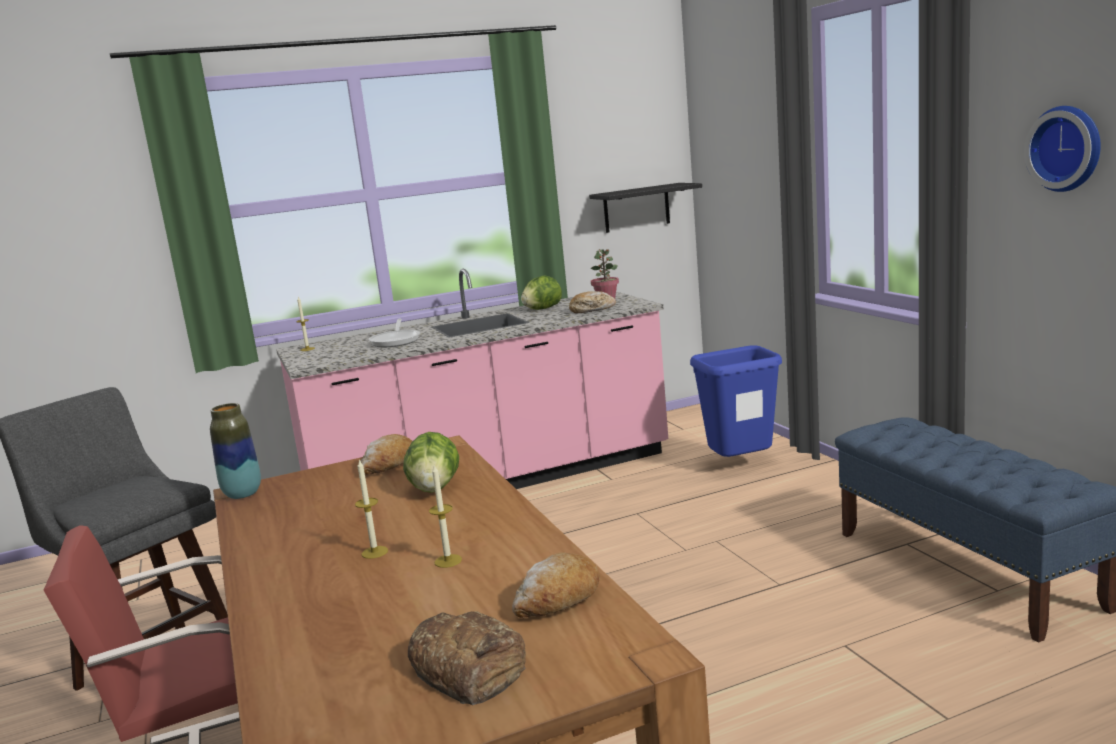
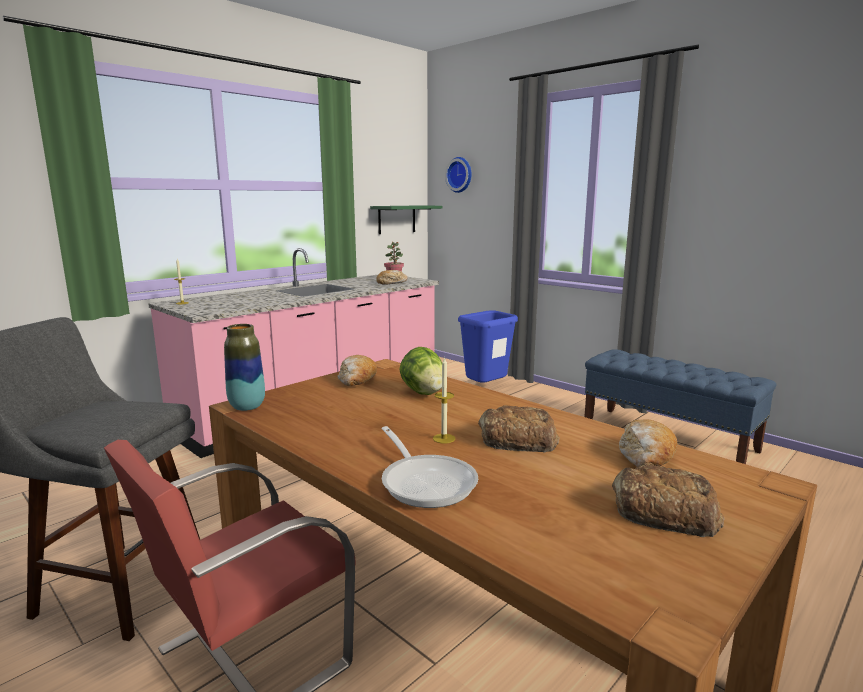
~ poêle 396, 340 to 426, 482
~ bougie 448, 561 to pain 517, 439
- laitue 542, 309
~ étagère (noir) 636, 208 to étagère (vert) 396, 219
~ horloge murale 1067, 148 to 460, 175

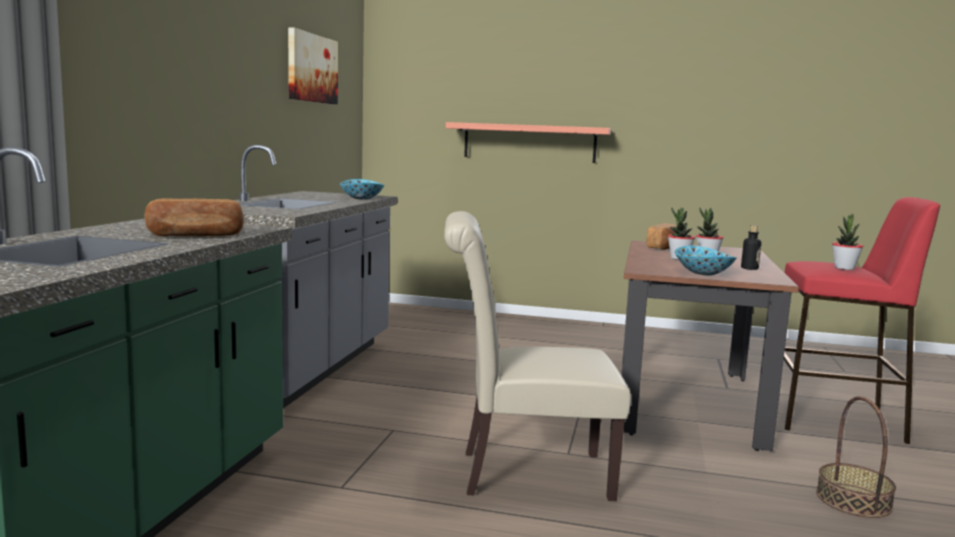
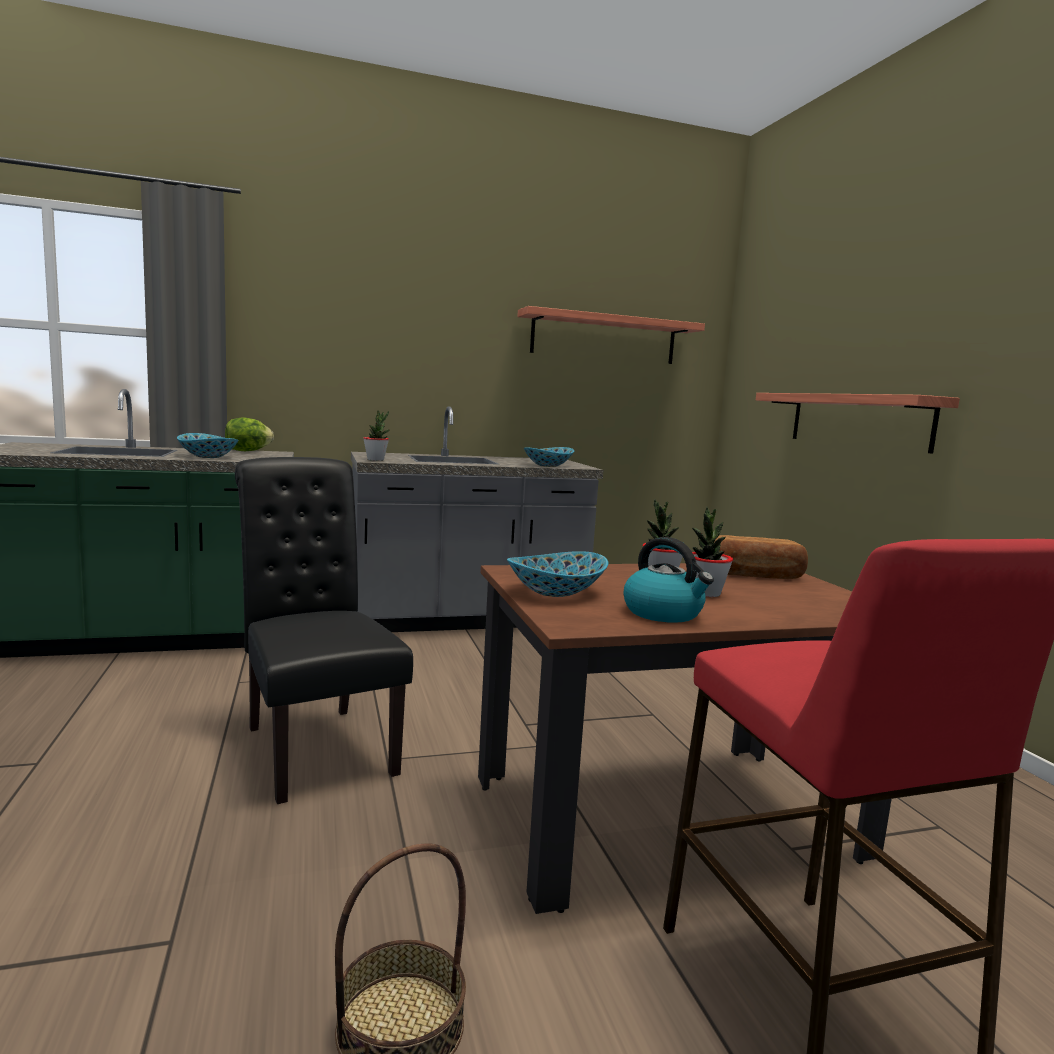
~ pain 196, 235 to bol 208, 456
~ tableau 311, 68 to étagère 604, 338
~ chaise (beige) 524, 473 to chaise (noir) 315, 745
~ bouteille 749, 268 to bouilloire 664, 613
~ plante en pot 844, 268 to 375, 460
+ laitue 247, 451

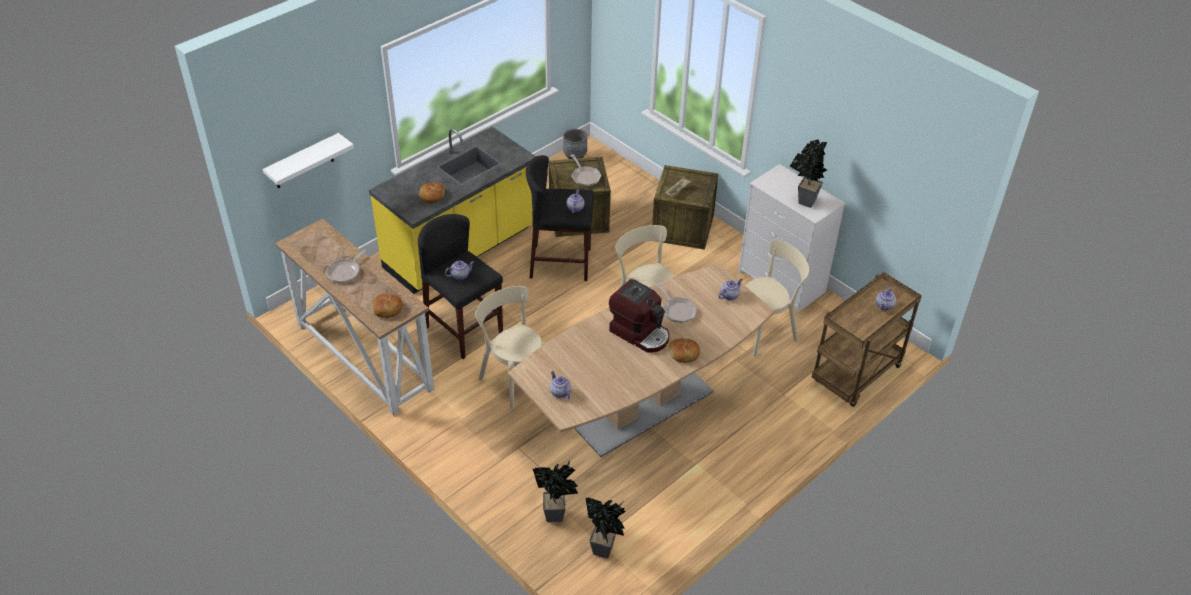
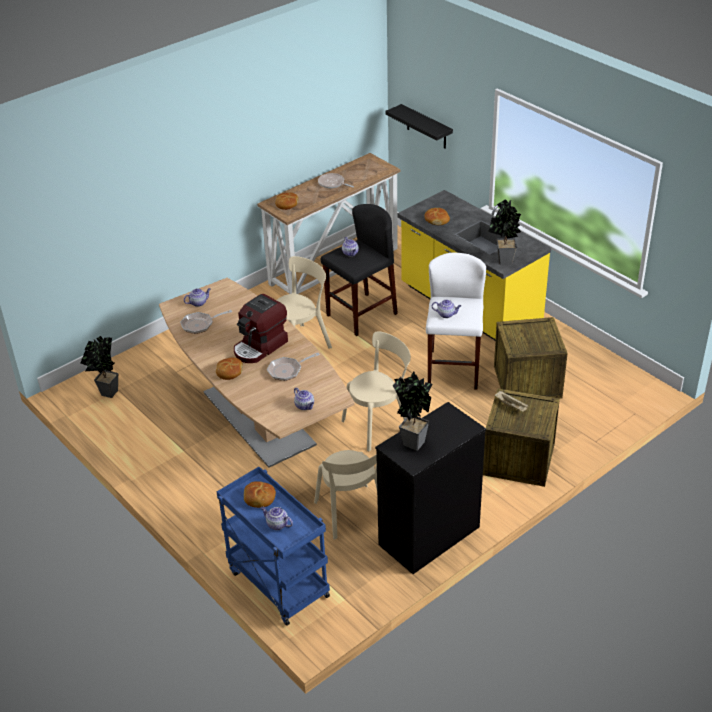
~ étagère (blanc) 303, 162 to étagère (noir) 426, 127
~ tabouret (noir) 560, 263 to tabouret (blanc) 453, 369
~ plante en pot 557, 517 to 504, 262
- cache-pot (gris) 575, 155
~ poêle 585, 177 to 200, 324
~ commode (blanc) 782, 282 to commode (noir) 428, 536
~ chariot (marron) 856, 376 to chariot (bleu) 276, 583
+ pain 259, 498

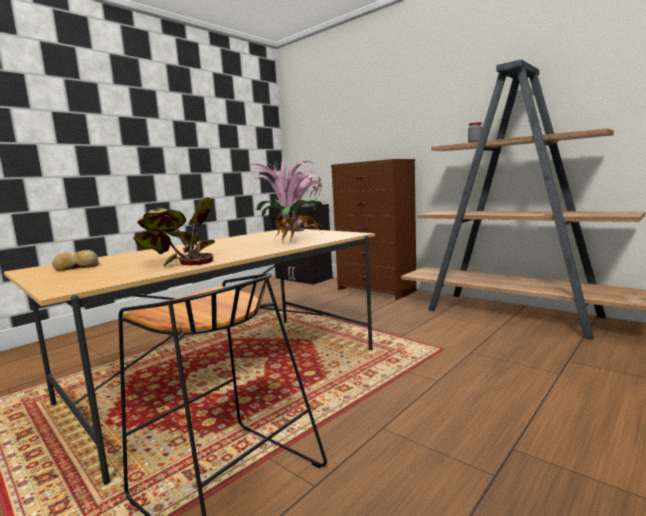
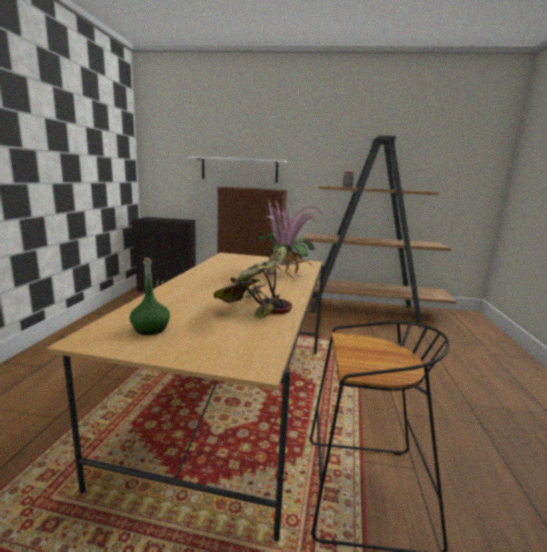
~ pain 76, 267 to bouteille (vert) 151, 329
+ étagère (blanc) 239, 169

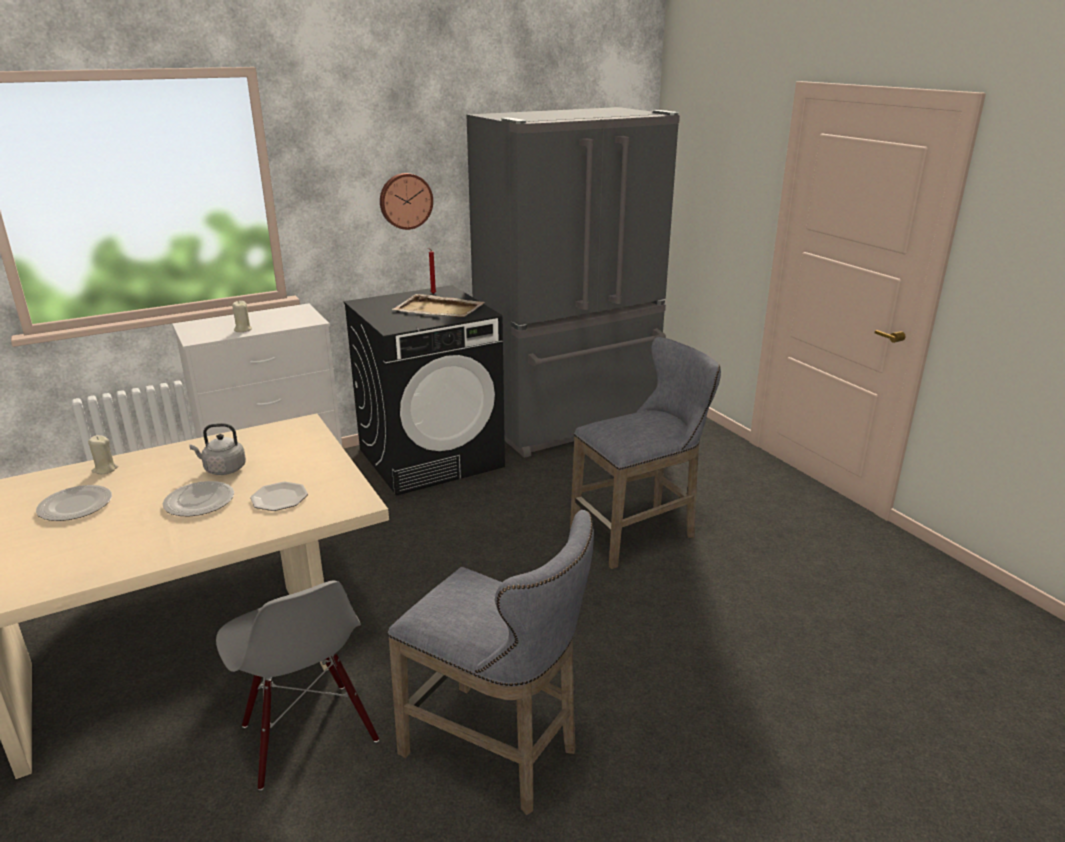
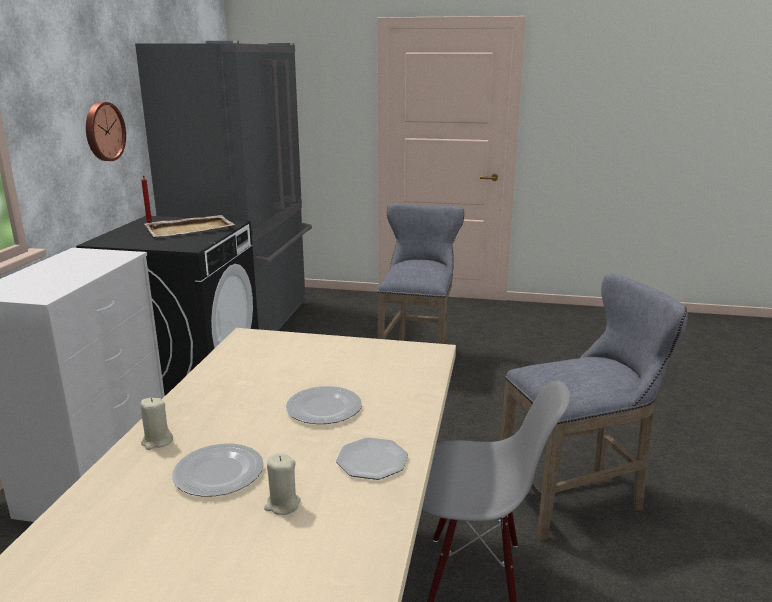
- bouilloire (gris) 223, 469
~ bougie (beige) 243, 329 to 282, 505
~ assiette 280, 498 to 371, 460

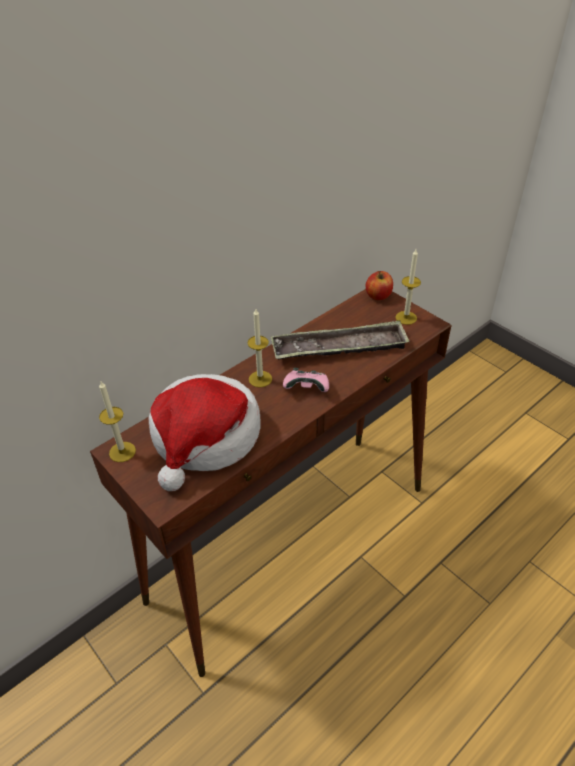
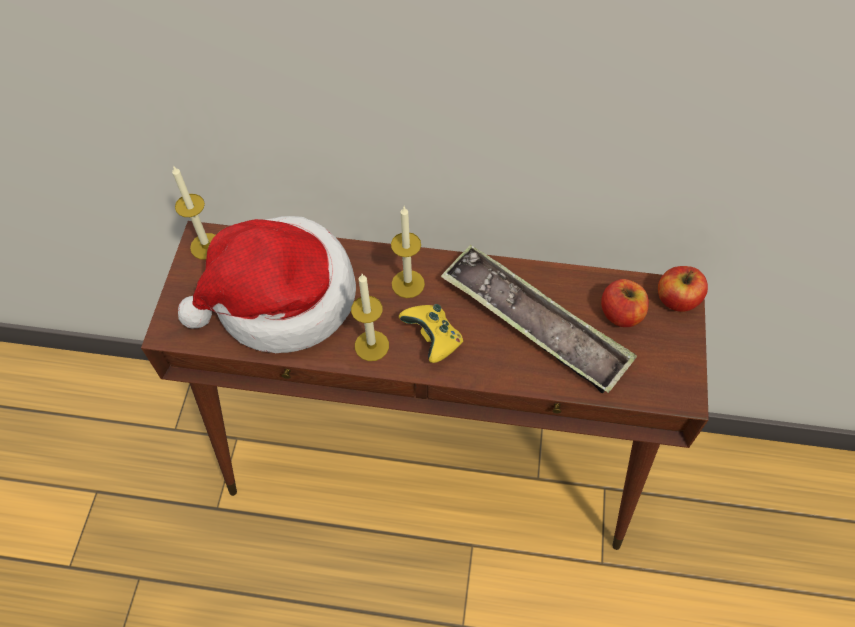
~ manette (rose) 307, 389 to manette (jaune) 433, 339
~ bougie 406, 318 to 371, 345
+ pomme 621, 314

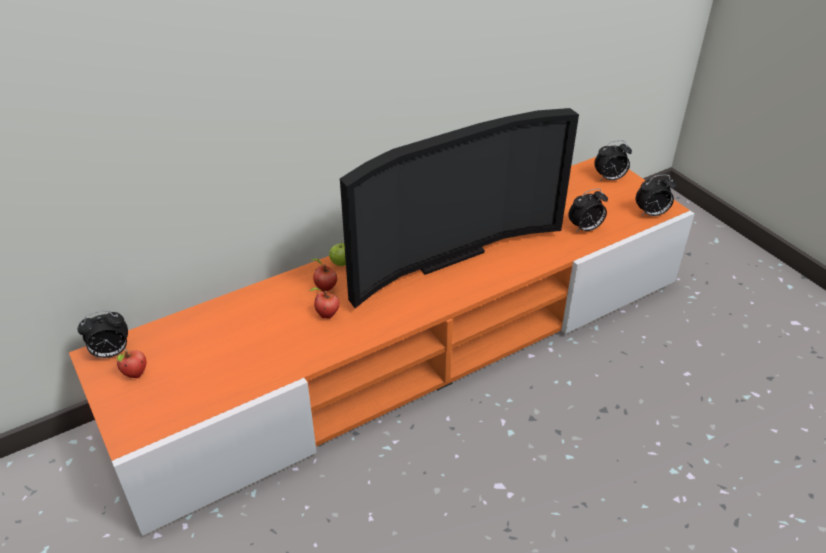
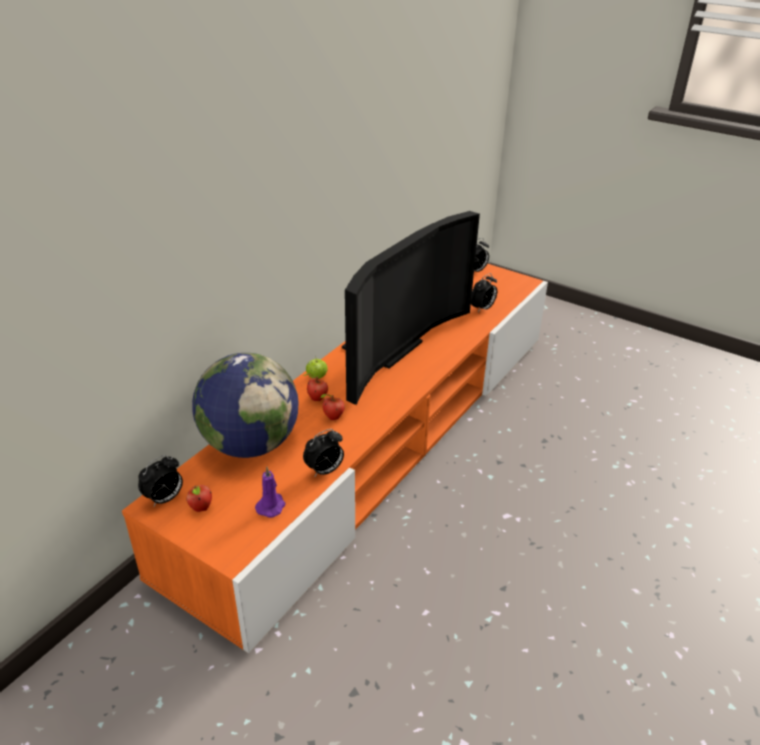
~ réveil 651, 214 to 324, 471
+ globe 250, 444
+ bougie (violet) 271, 506

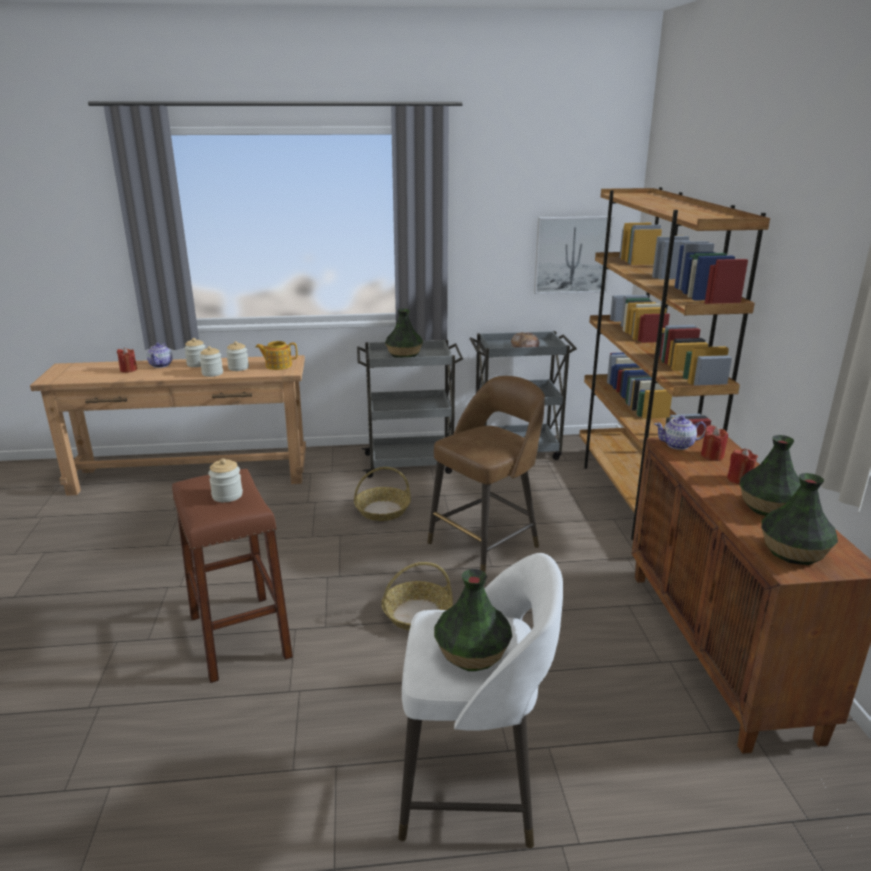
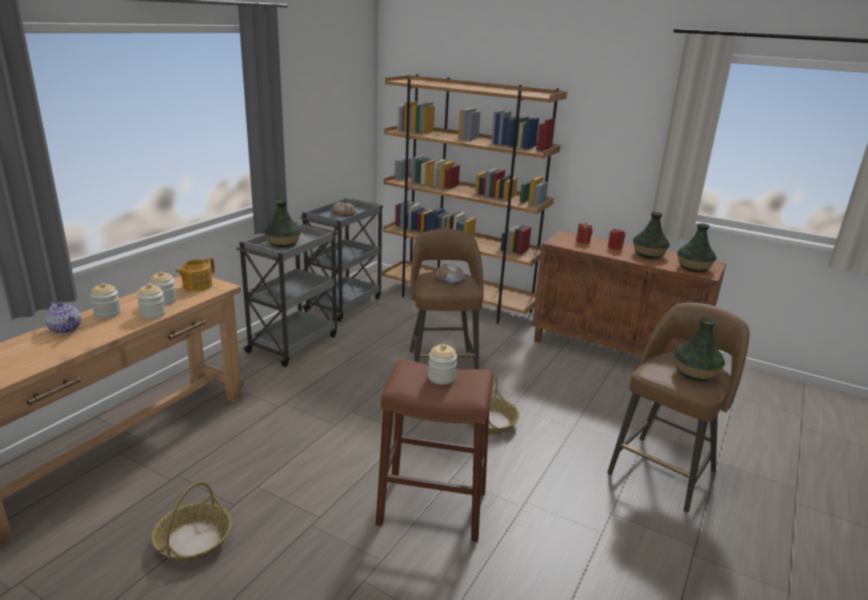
- bougie (rouge) 128, 370
~ panier 382, 510 to 193, 540
~ tabouret (blanc) 473, 789 to tabouret (marron) 663, 470
- tableau 572, 255
- théière 678, 445
+ pain 449, 279

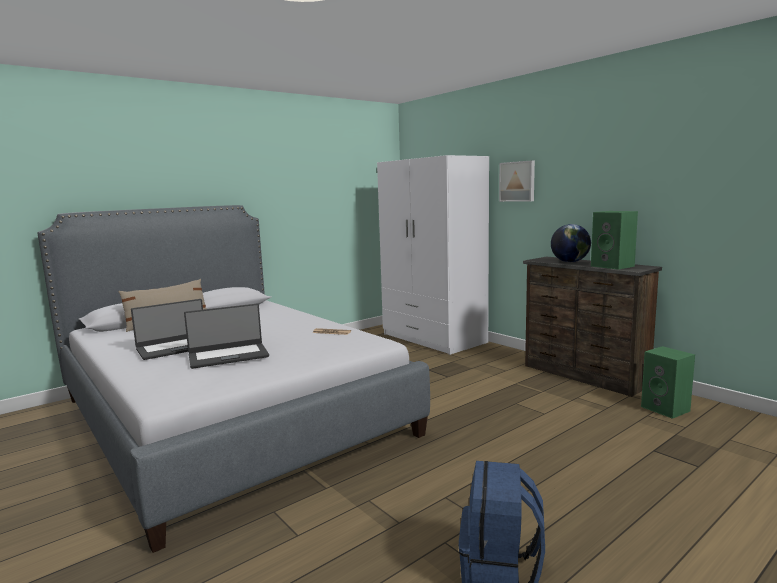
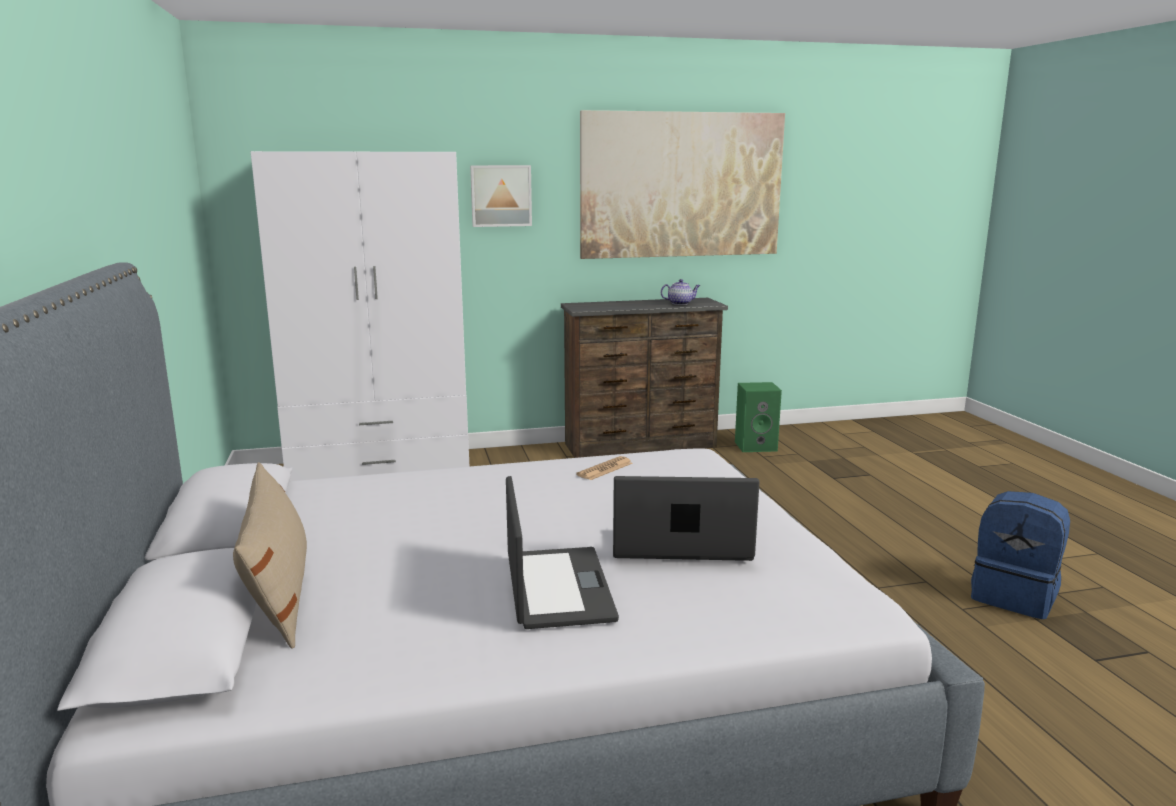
~ ordinateur portable 228, 356 = 680, 544 90 degrees counterclockwise
- globe 569, 262
~ enceinte (vert) 613, 266 to théière 680, 303
+ tableau 682, 185

